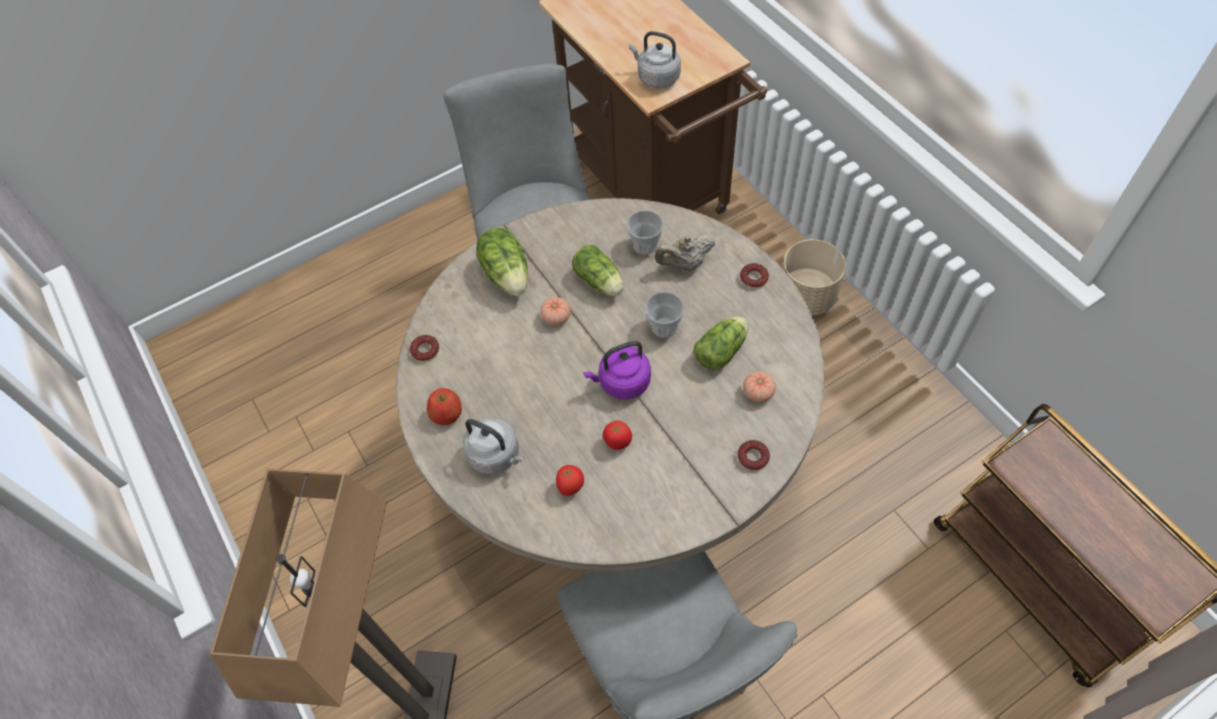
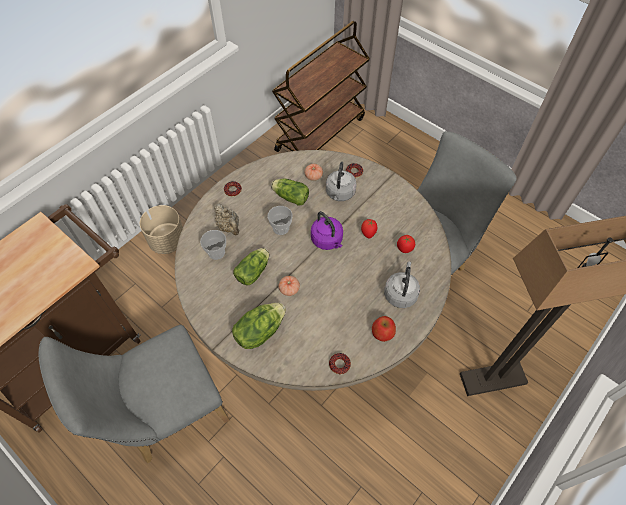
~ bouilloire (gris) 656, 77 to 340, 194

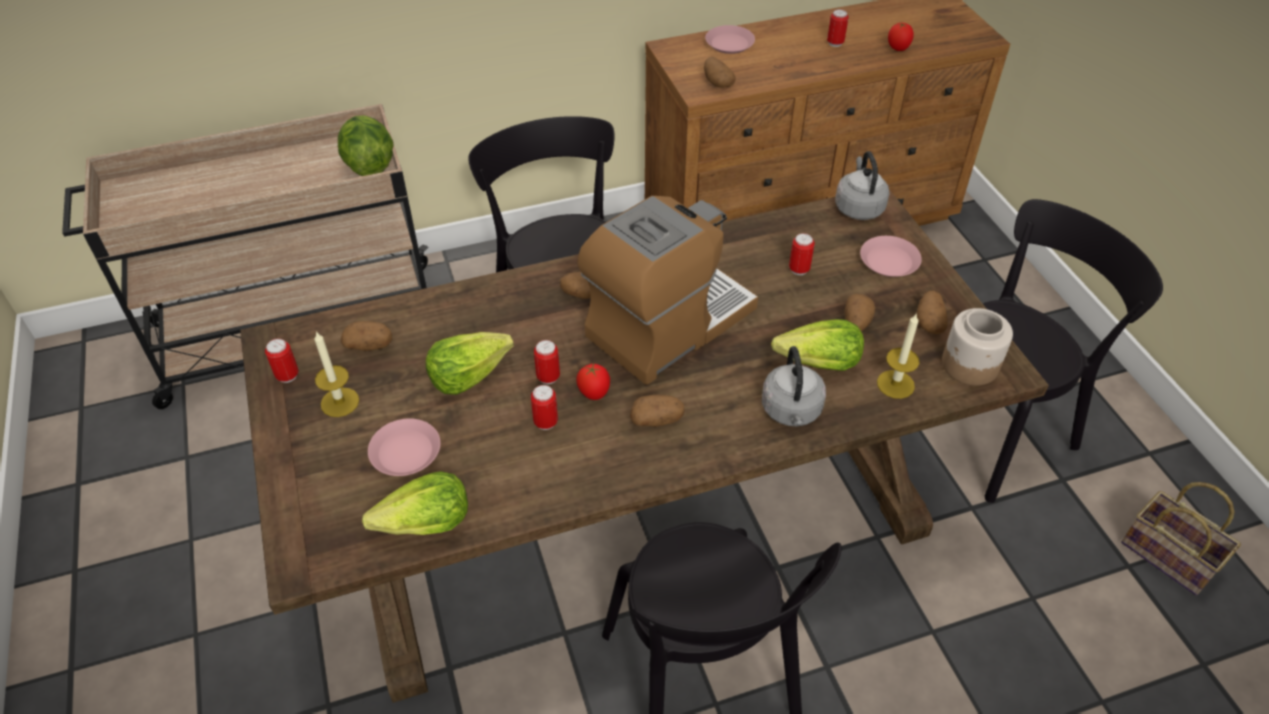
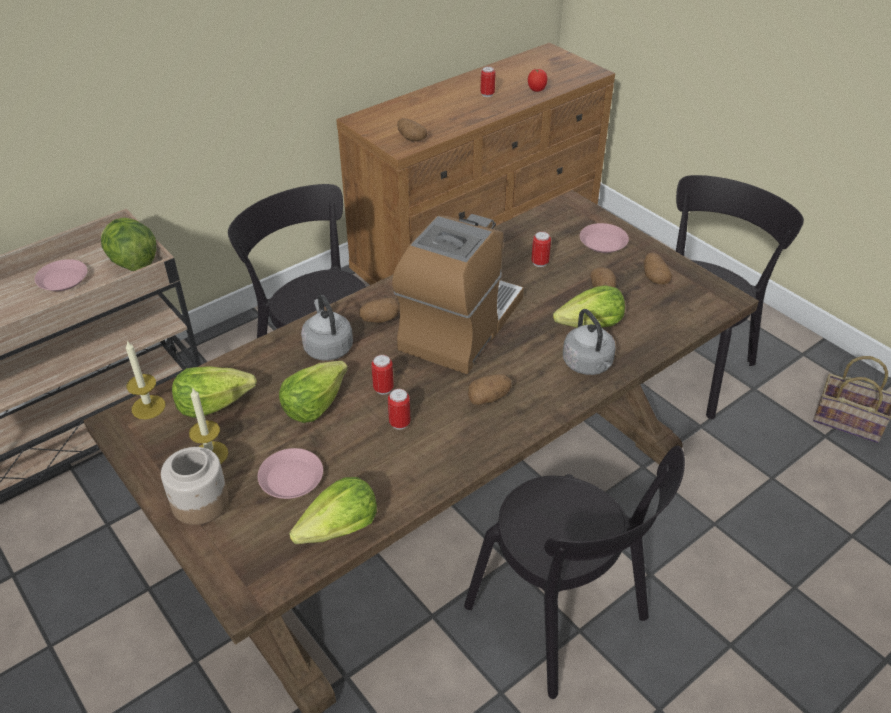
- boîte métallique 287, 375
~ pomme de terre 369, 345 to laitue 213, 403
- tomate 594, 394
~ assiette (rose) 729, 44 to 63, 280
~ bouilloire (gris) 858, 207 to 327, 347
~ bougie 895, 384 to 148, 407
~ bocal 969, 365 to 200, 503

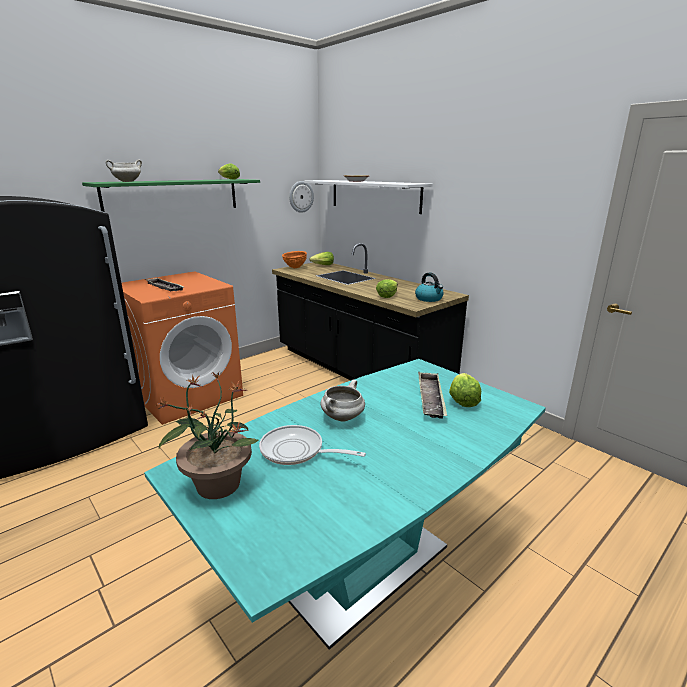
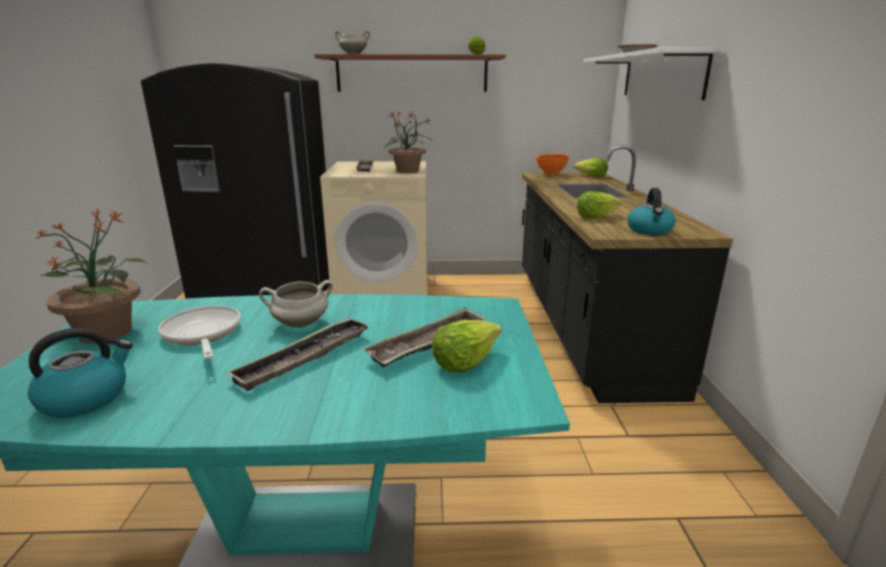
~ étagère (vert) 173, 196 to étagère (marron) 412, 74
~ lave-linge (orange) 188, 394 to lave-linge (beige) 384, 291
- horloge murale 301, 196
+ bouilloire 86, 397
+ plateau 304, 358
+ plante en pot 408, 171

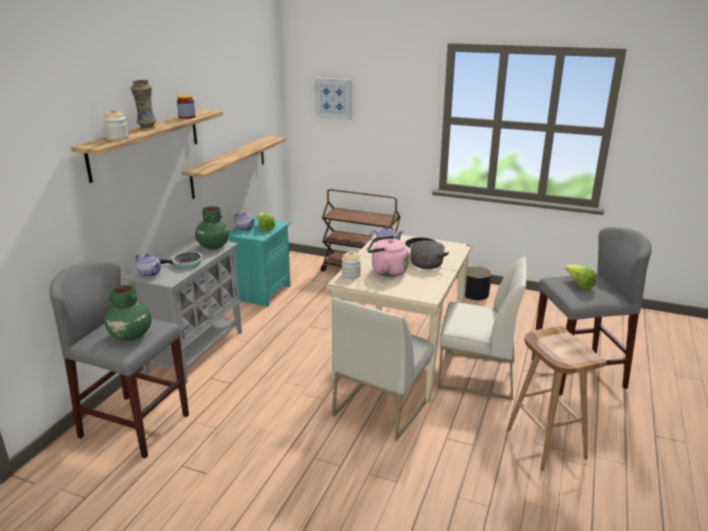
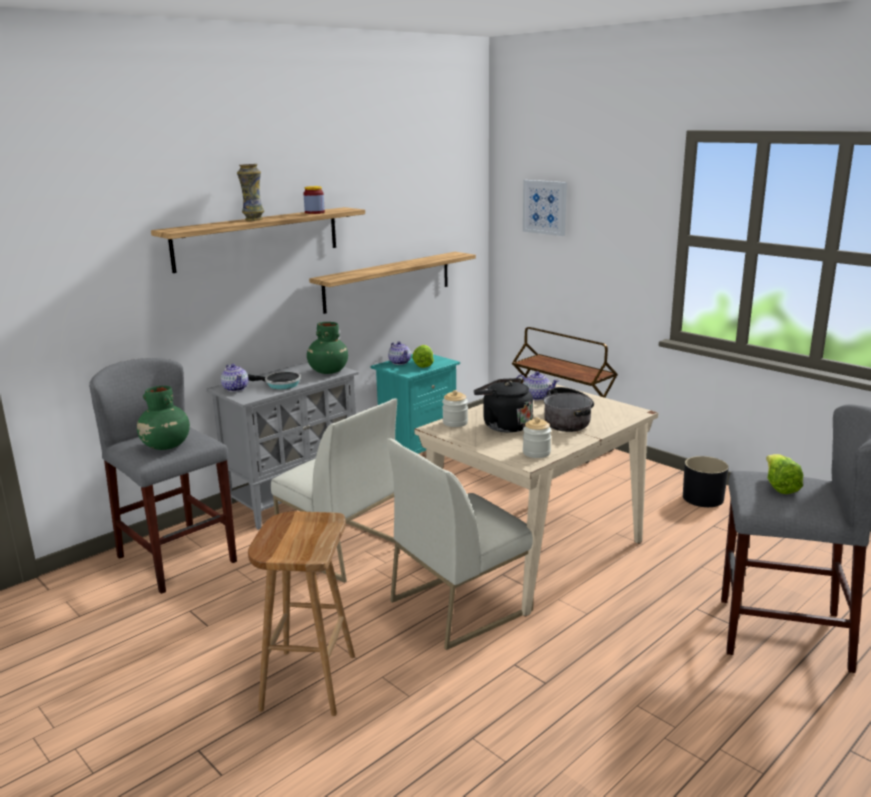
~ bocal 117, 138 to 536, 453
~ bouilloire (rose) 386, 271 to bouilloire (noir) 504, 426
~ chaise (blanc) 476, 375 to 340, 548
~ tabouret (marron) 544, 443 to 308, 681

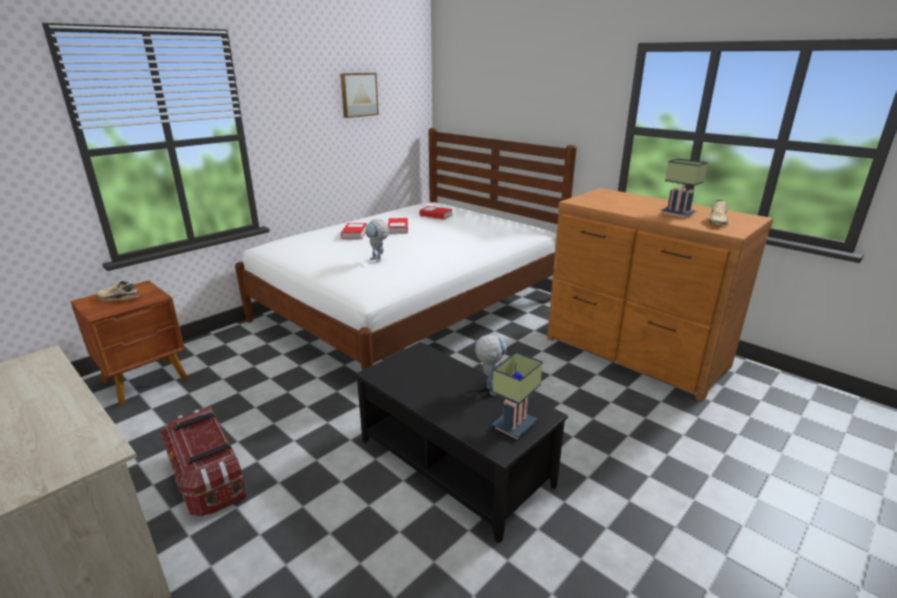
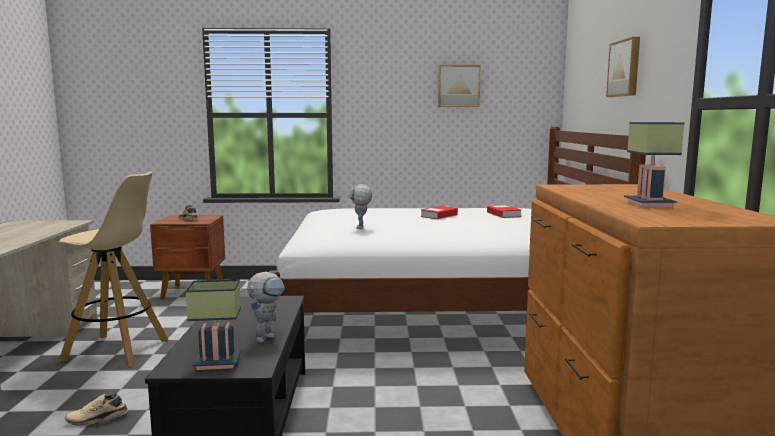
~ boîte de rangement 208, 479 to tabouret (beige) 117, 350
- livre 354, 234
~ chaussure (beige) 718, 221 to 97, 419
+ tableau 625, 68

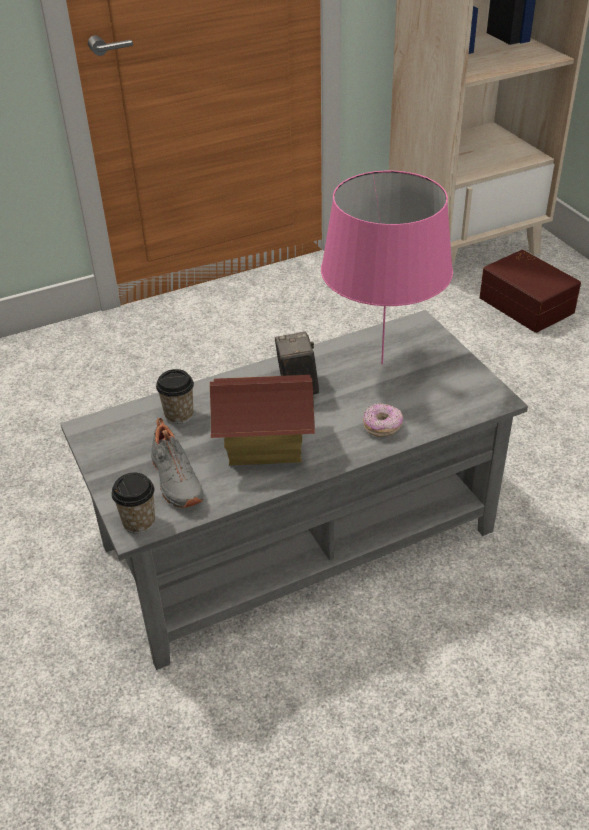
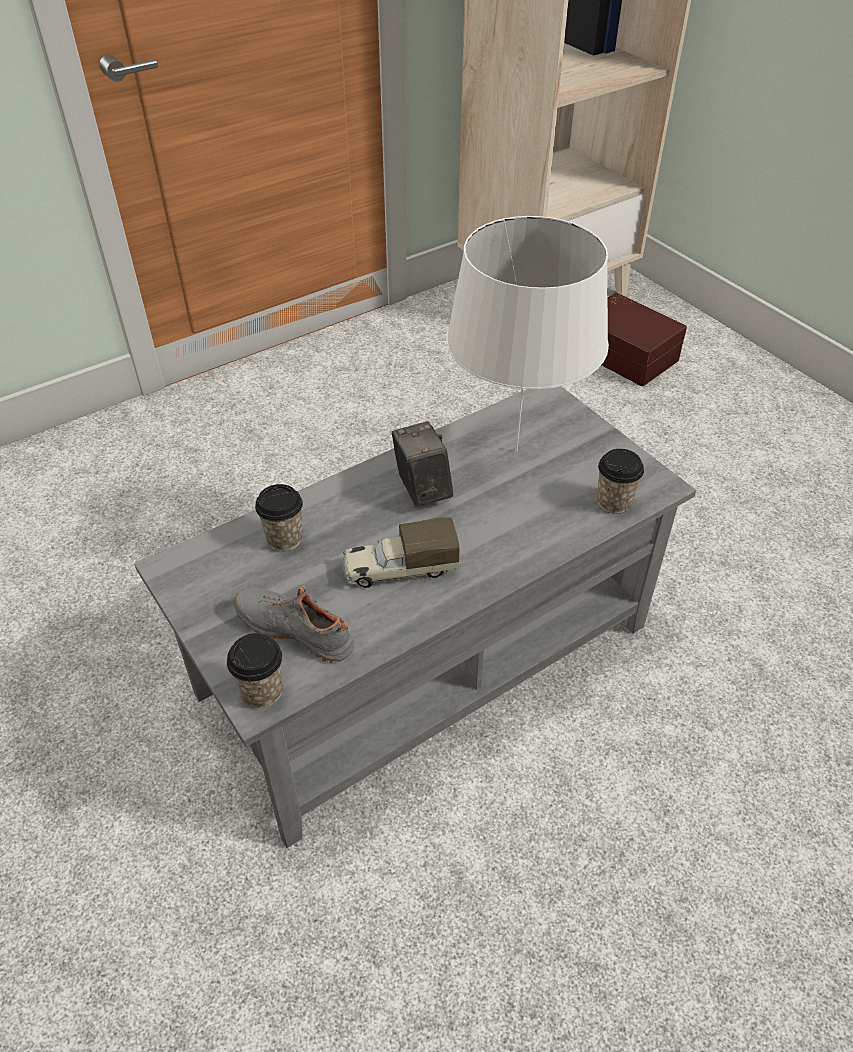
~ chaussure (gris) 174, 480 = 296, 628 150 degrees clockwise
~ maison miniature 265, 445 to camion jouet 399, 569
~ lampe de table (rose) 381, 363 to lampe de table (blanc) 515, 450
- beignet 382, 427
+ tasse 613, 502

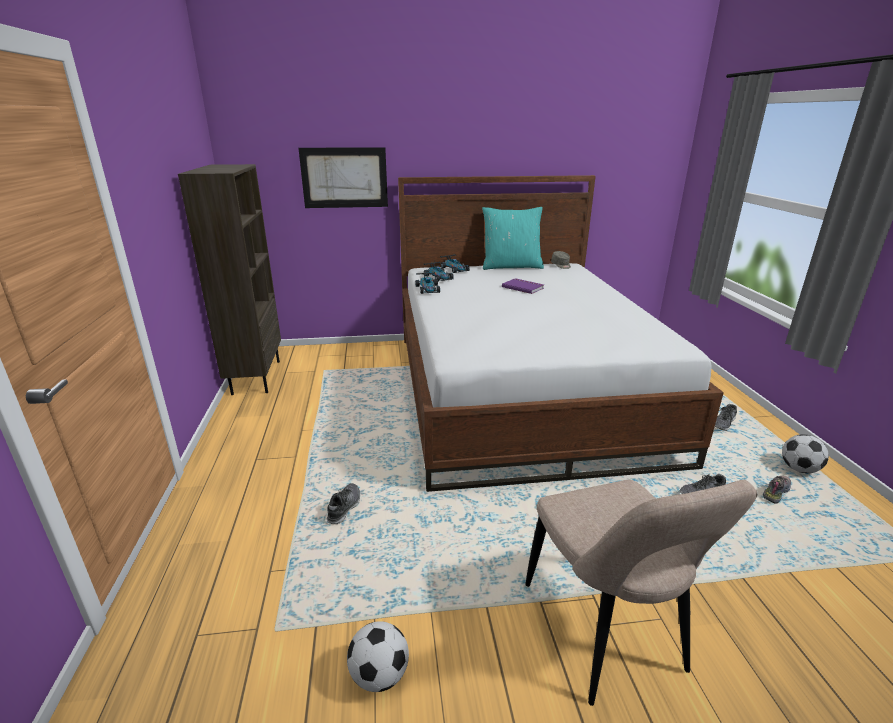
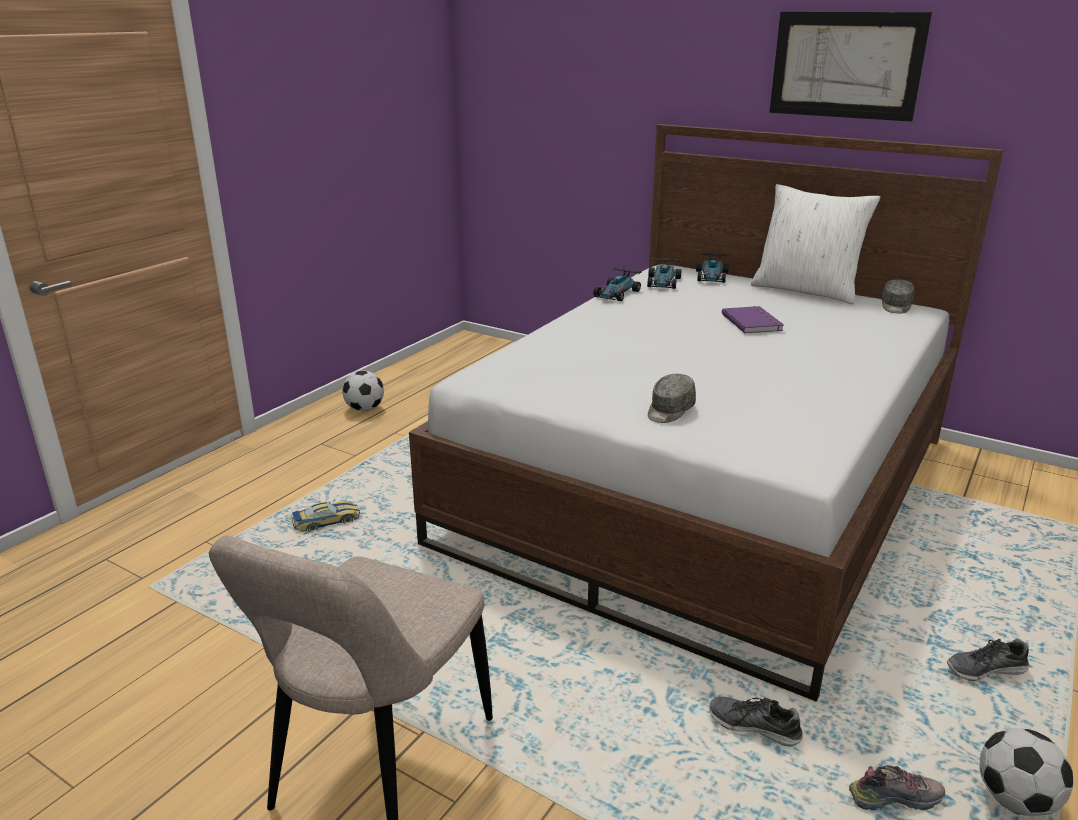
- bibliothèque (marron) 255, 377
~ tableau 344, 178 to 845, 65
~ chaussure 344, 508 to petite voiture 326, 521
~ ballon de foot 379, 675 to 365, 409
~ coussin (turquoise) 511, 266 to coussin (blanc) 806, 290
+ casquette (gris) 669, 410

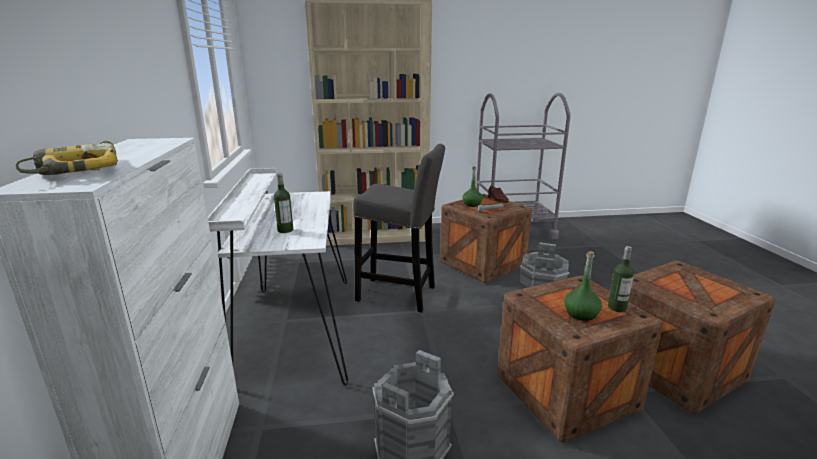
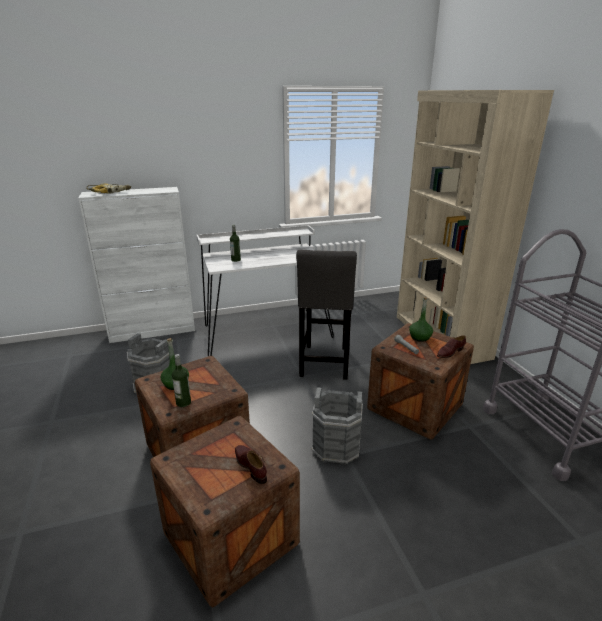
+ chaussure (marron) 250, 466

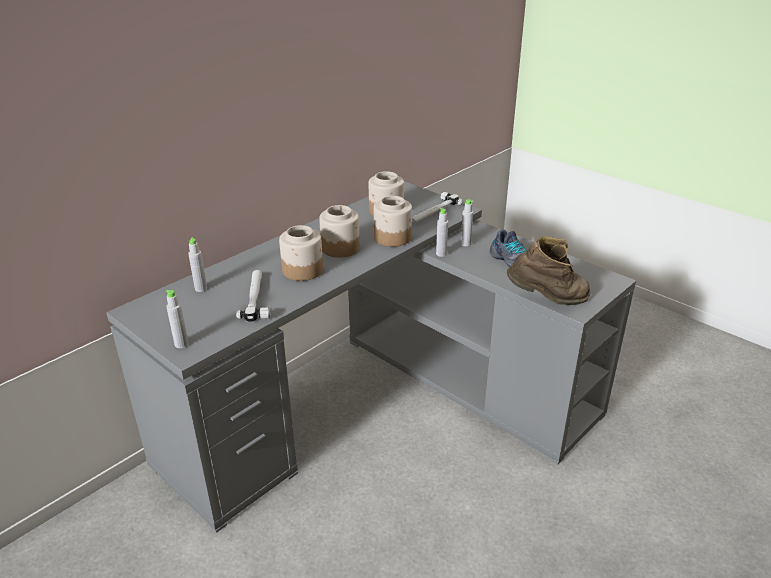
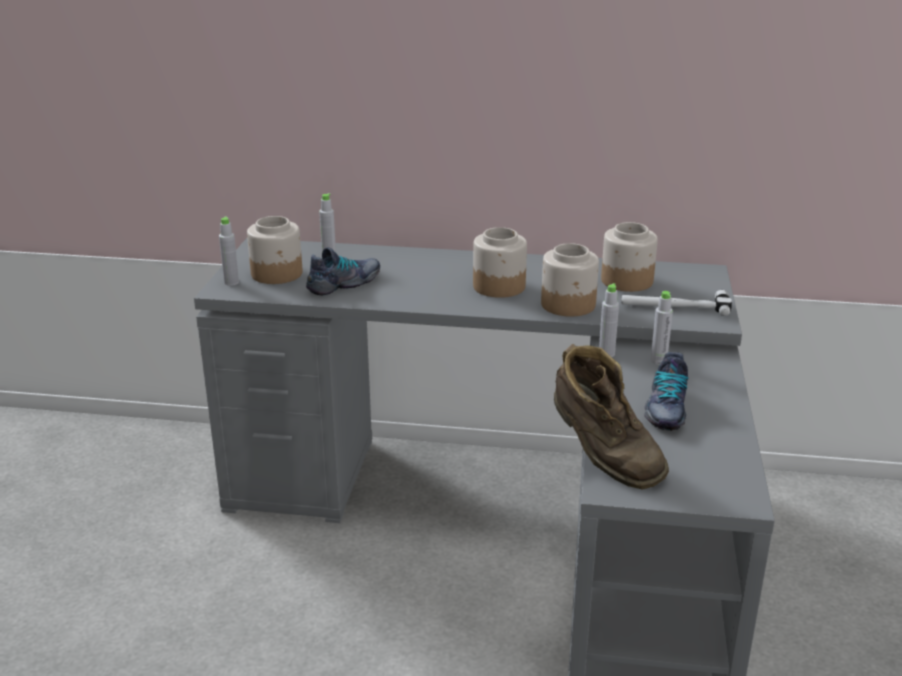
~ marteau 256, 297 to chaussure 345, 283
~ bocal 303, 270 to 277, 274

